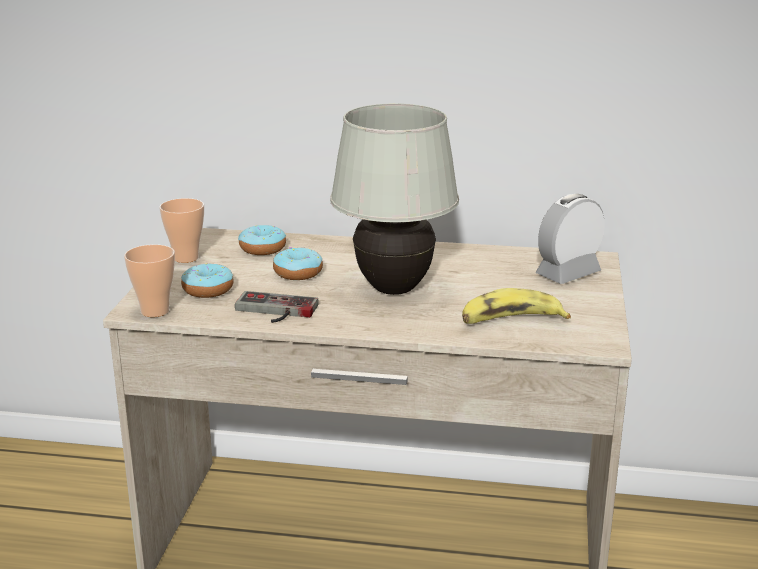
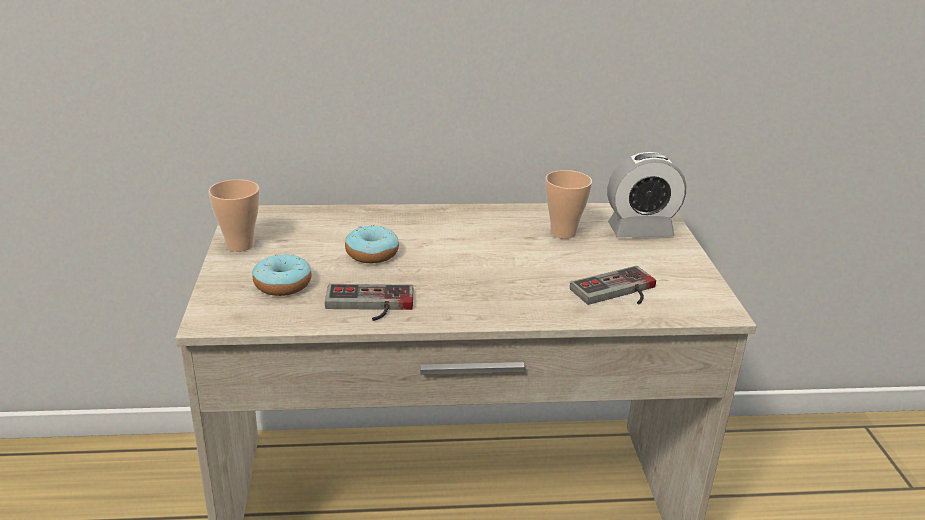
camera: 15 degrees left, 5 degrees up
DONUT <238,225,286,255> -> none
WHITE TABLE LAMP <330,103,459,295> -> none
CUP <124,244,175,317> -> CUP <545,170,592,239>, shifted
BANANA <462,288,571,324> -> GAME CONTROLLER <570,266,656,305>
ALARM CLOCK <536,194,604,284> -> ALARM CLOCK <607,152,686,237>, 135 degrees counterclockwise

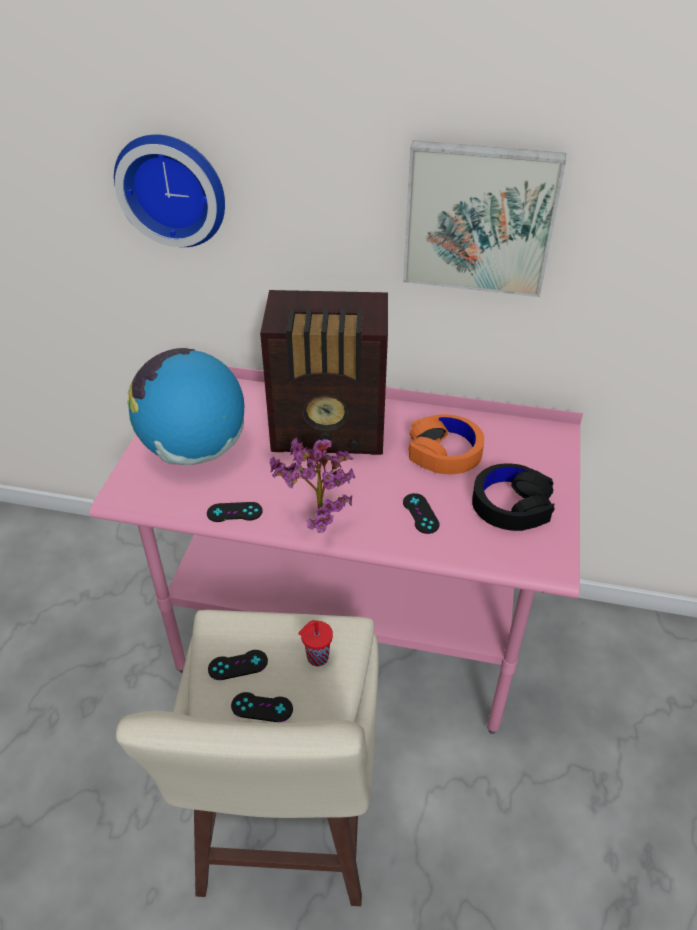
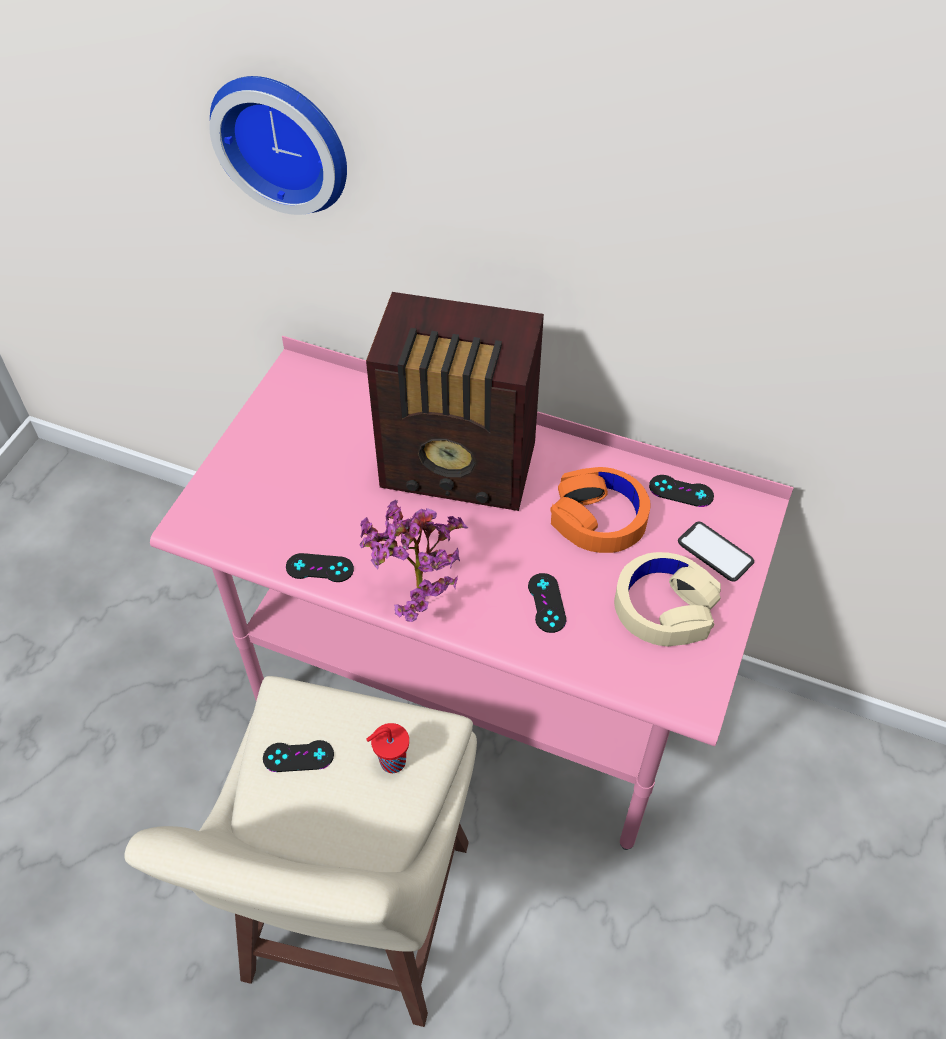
camera: 10 degrees right, 10 degrees up
GLOBE <127,348,244,465> -> none
PICTURE <403,140,566,297> -> none
none -> PHONE <678,522,754,582>
BLACK GAME CONTROLLER <231,692,293,722> -> BLACK GAME CONTROLLER <649,475,714,507>, shifted
BLACK HEADPHONES <472,463,555,531> -> BEIGE HEADPHONES <614,552,721,646>

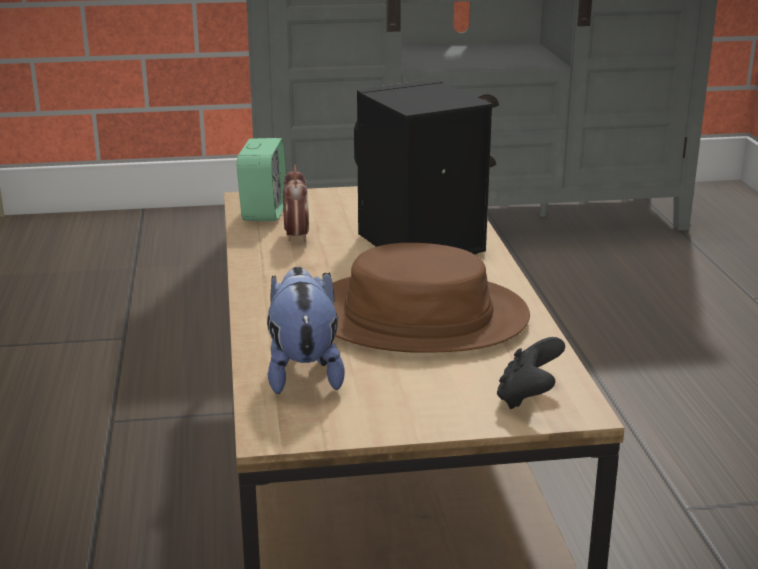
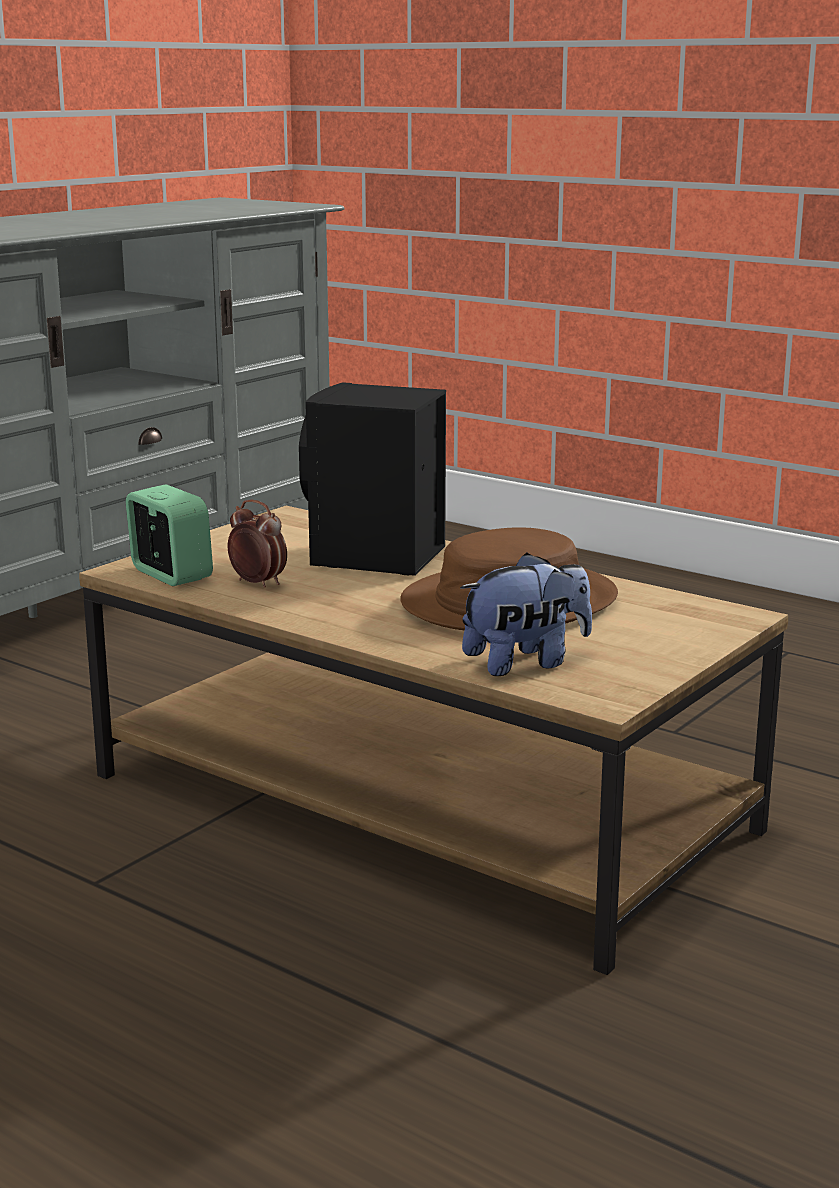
camera: 45 degrees left, 5 degrees down
BLACK GAME CONTROLLER <497,337,565,409> -> none
PLUSH TOY <267,267,345,394> -> PLUSH TOY <460,553,592,676>, 120 degrees clockwise

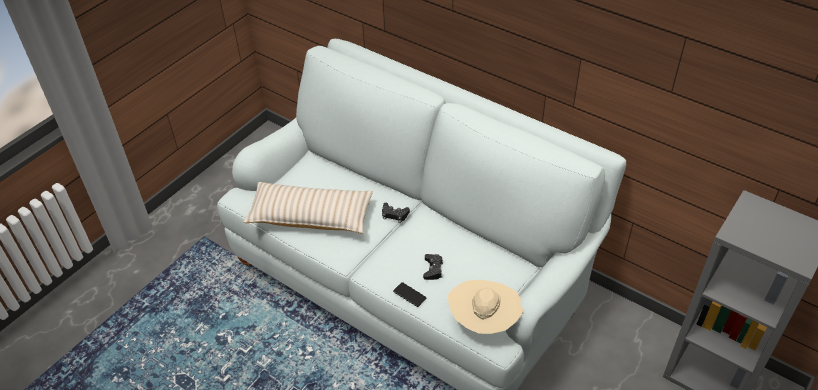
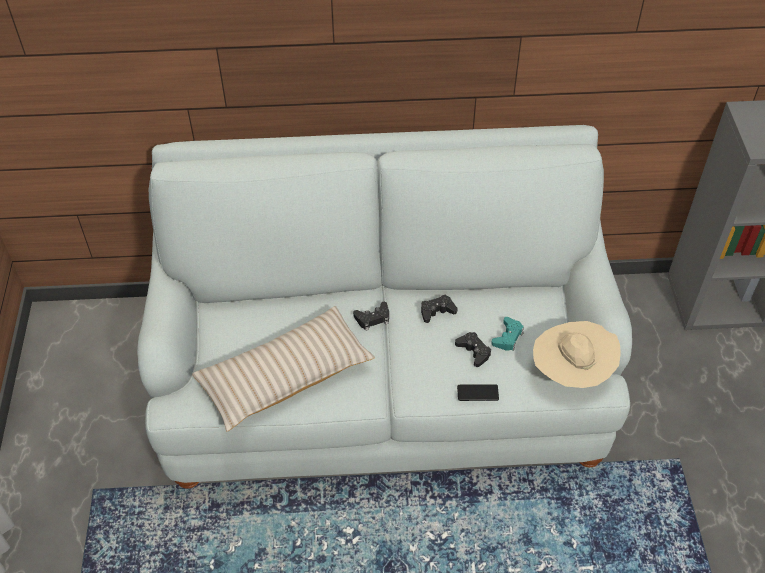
camera: 40 degrees left, 5 degrees up
none -> BLACK GAME CONTROLLER <421,295,457,323>
none -> TURQUOISE GAME CONTROLLER <491,317,524,351>

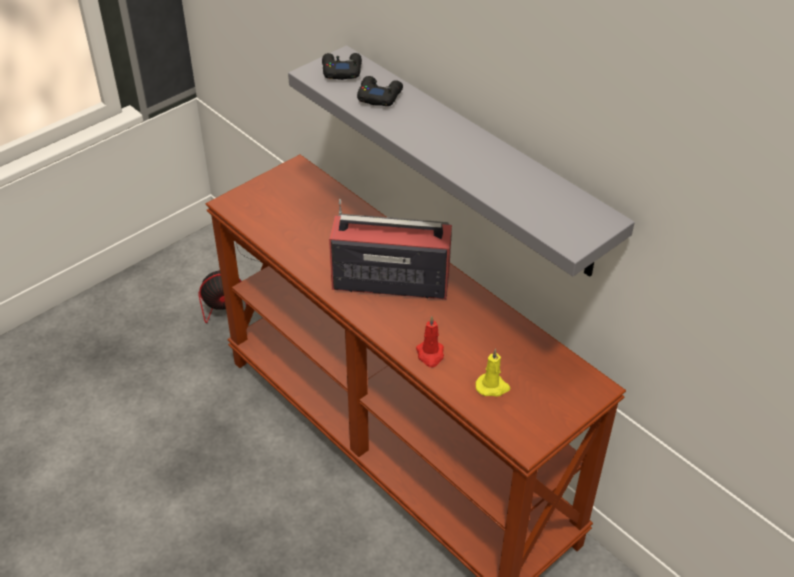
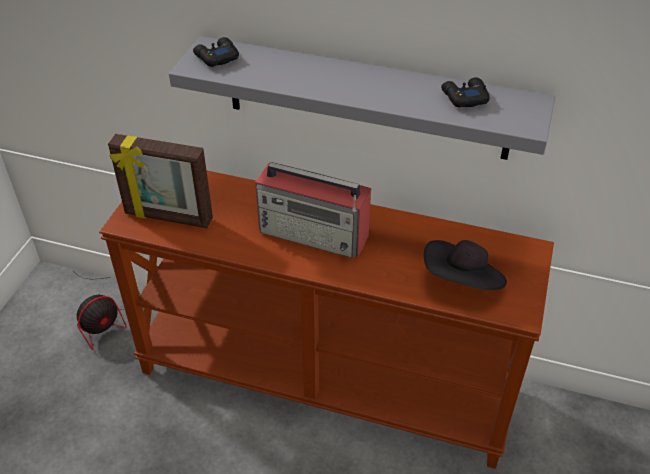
camera: 30 degrees left, 0 degrees up
RED CANDLE <416,316,444,368> -> none
none -> PICTURE FRAME <108,134,213,228>
BLACK GAME CONTROLLER <357,76,403,106> -> BLACK GAME CONTROLLER <441,77,490,107>, shifted
YELLOW CANDLE <476,349,510,397> -> BLACK HAT <424,240,507,290>
RADIO <329,199,452,299> -> RADIO <255,162,371,258>, 135 degrees counterclockwise

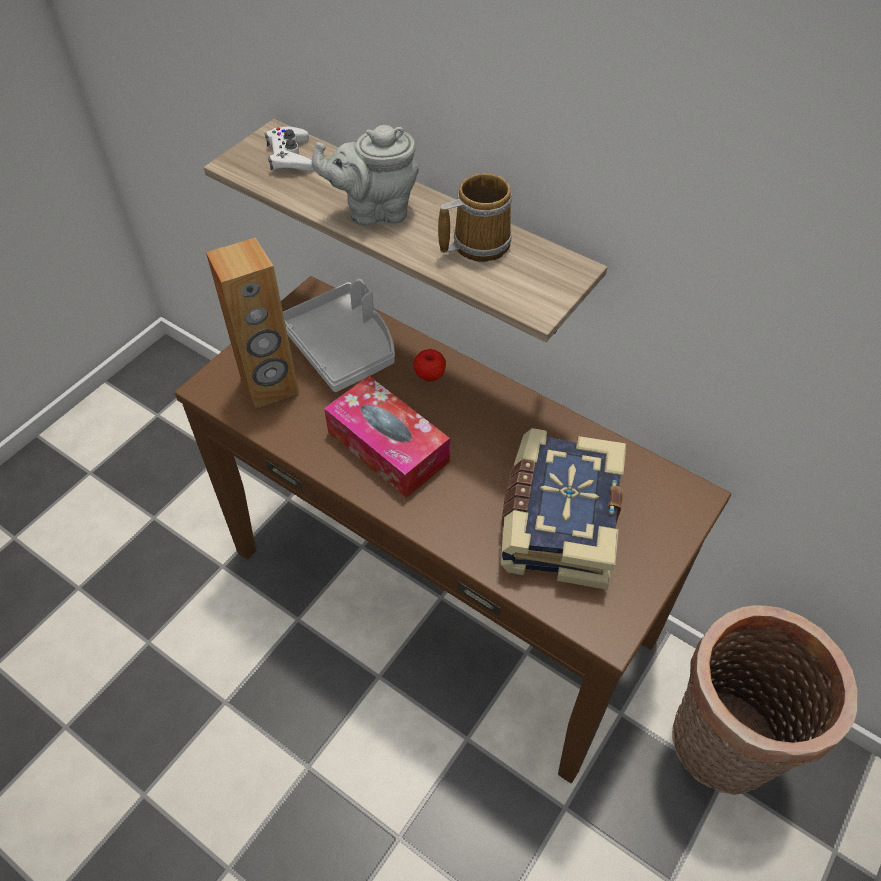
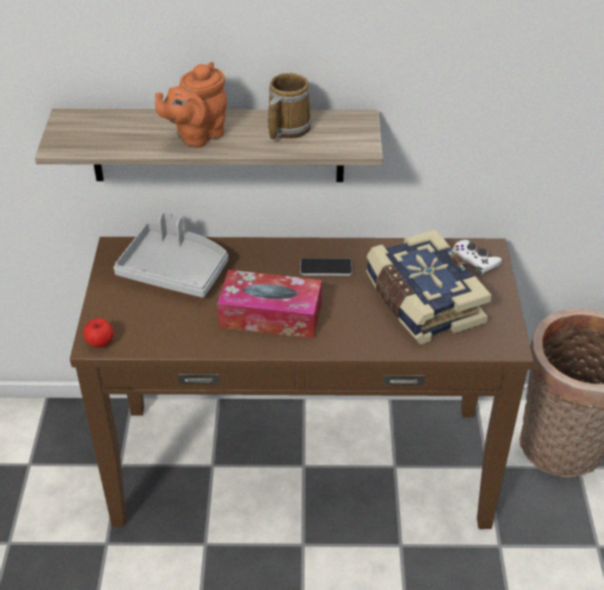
camera: 35 degrees left, 10 degrees down
BROWN SPEAKER <206,237,299,409> -> none
none -> PHONE <300,258,352,276>
WHITE GAME CONTROLLER <265,127,314,171> -> WHITE GAME CONTROLLER <452,240,502,276>, shifted
APPLE <413,349,446,381> -> APPLE <83,318,114,348>, shifted
GREY TEAPOT <312,125,419,226> -> ORANGE TEAPOT <155,62,227,148>

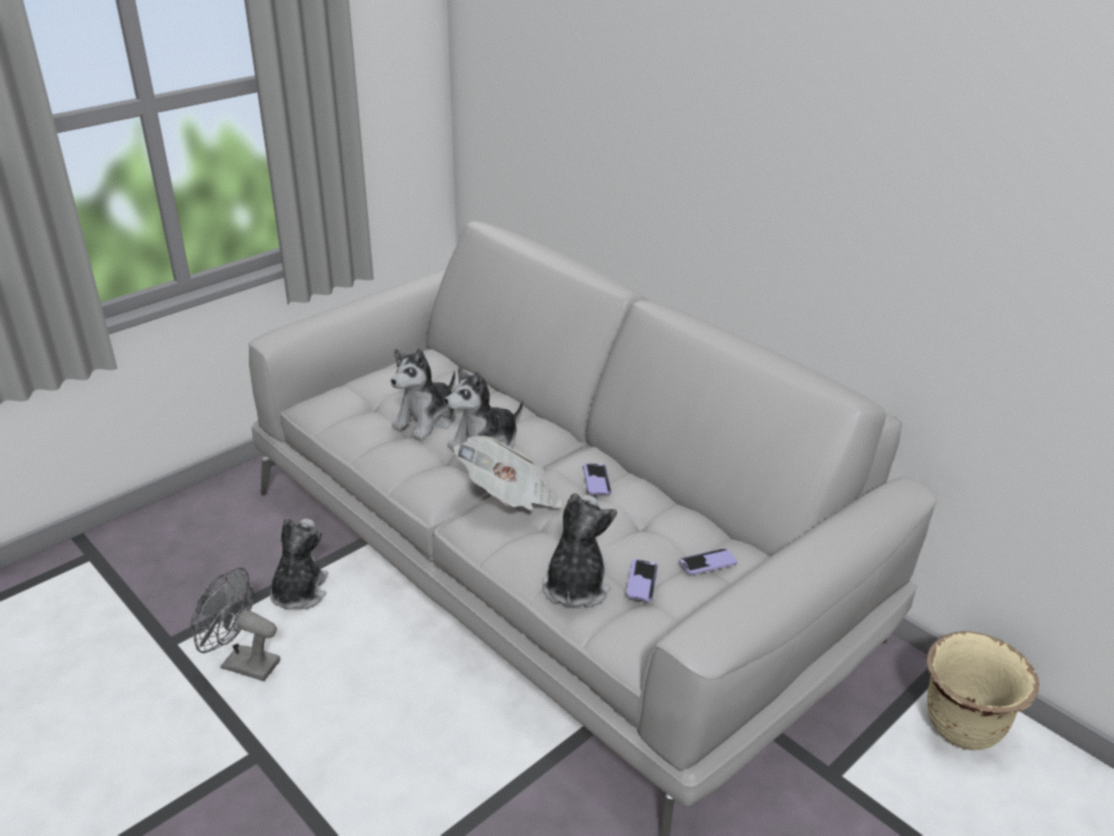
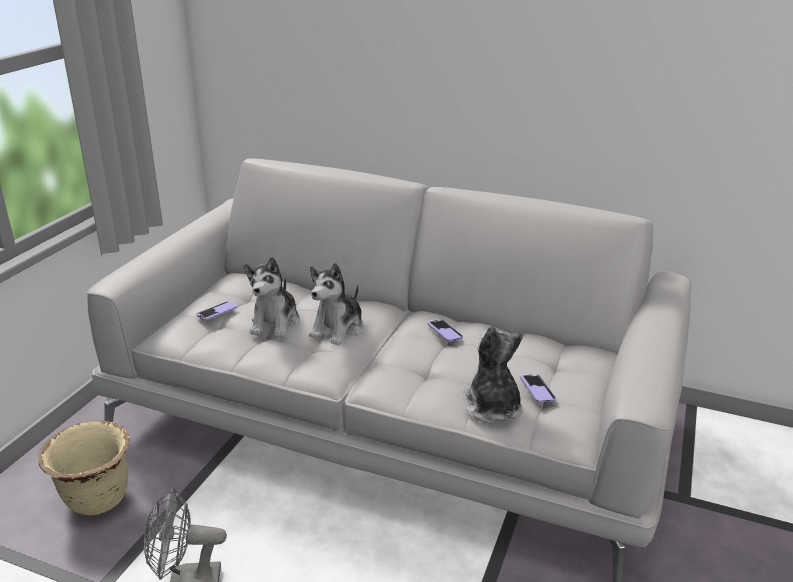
camera: 25 degrees left, 5 degrees down
PLUSH TOY <270,518,328,609> -> none
NEWSPAPER <454,436,563,510> -> none
PHONE <680,548,737,575> -> PHONE <197,301,237,320>, shifted
BEIGE PLANTER <927,632,1039,750> -> BEIGE PLANTER <38,420,130,516>, shifted

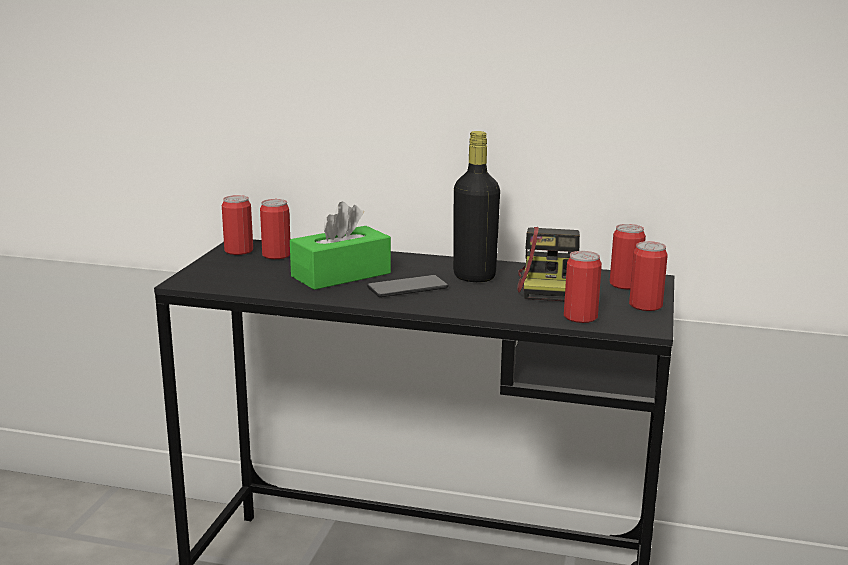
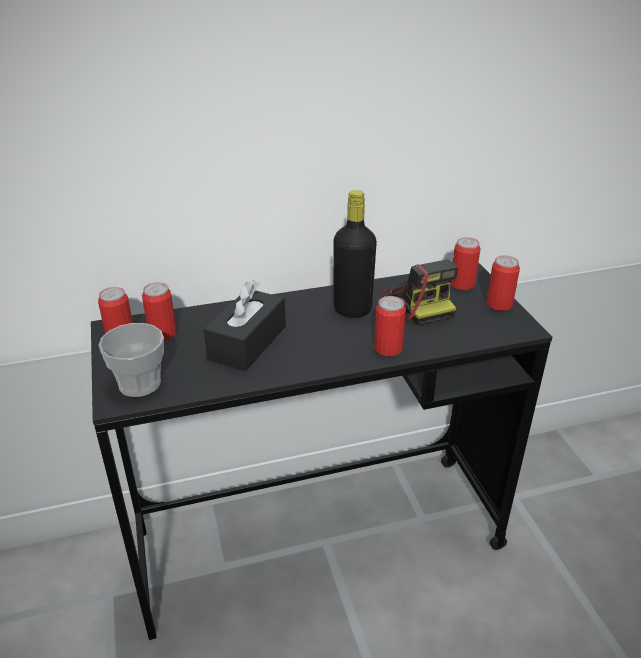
camera: 30 degrees left, 15 degrees up
PHONE <367,275,448,297> -> none
none -> CUP <99,323,164,397>
CAN <564,251,602,323> -> CAN <374,296,406,357>, shifted
GREEN TISSUE BOX <290,201,391,290> -> BLACK TISSUE BOX <204,280,286,371>

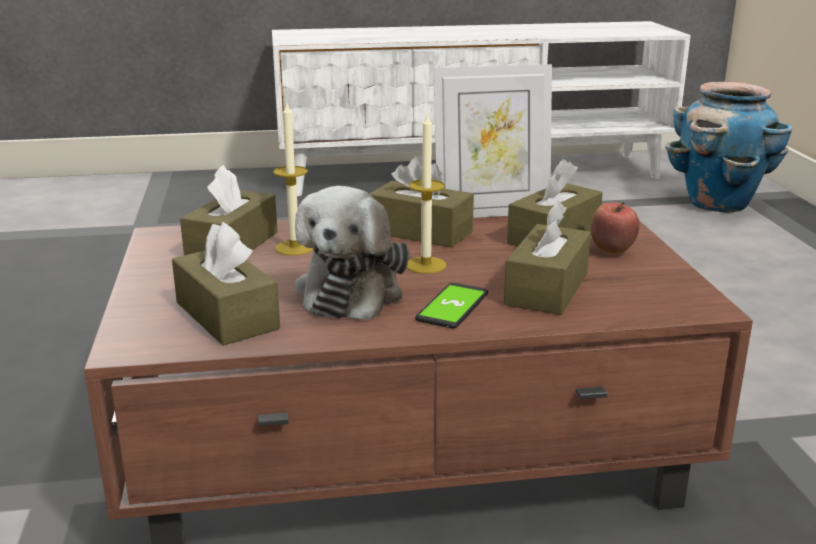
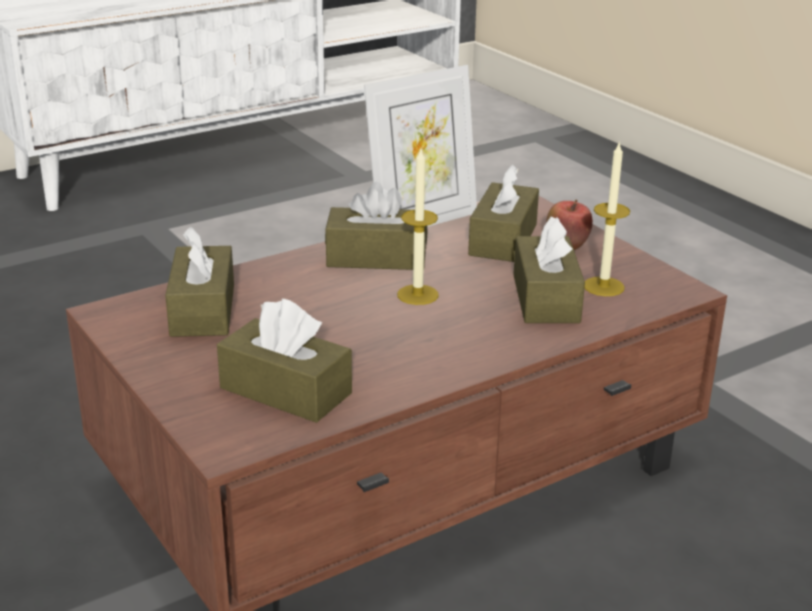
camera: 25 degrees left, 5 degrees up
PLUSH TOY <295,186,409,320> -> none
PHONE <415,283,488,329> -> none
PLANTER <665,82,793,212> -> none
CANDLE <273,103,314,256> -> CANDLE <585,141,630,296>, shifted

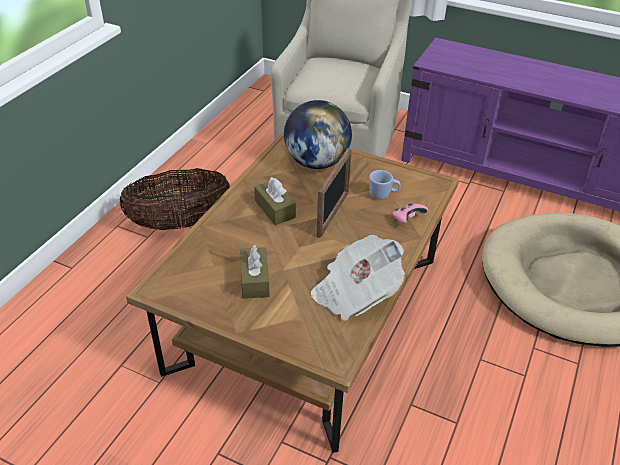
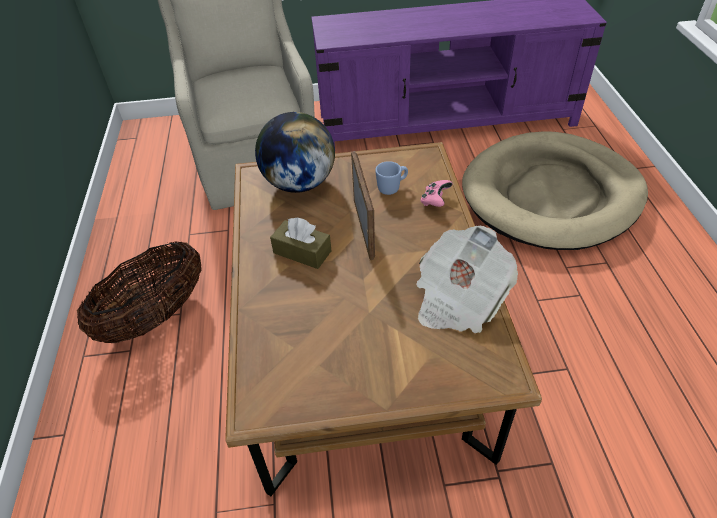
camera: 30 degrees left, 5 degrees up
BROWN TISSUE BOX <240,245,270,299> -> none

